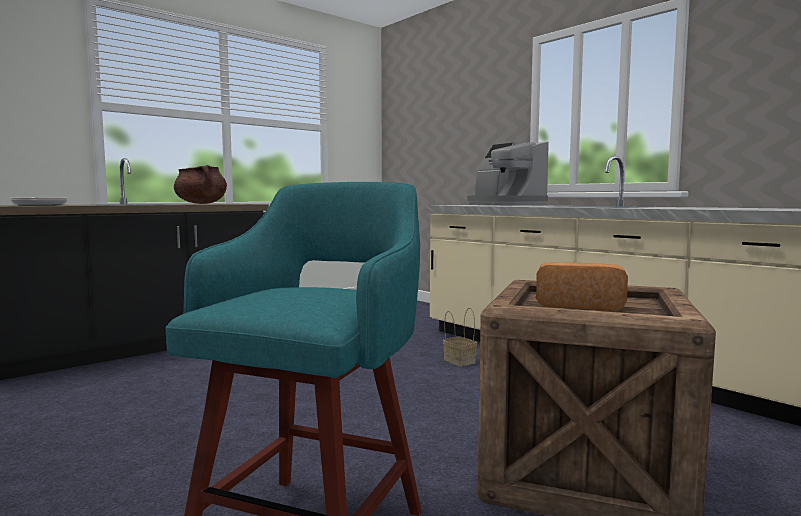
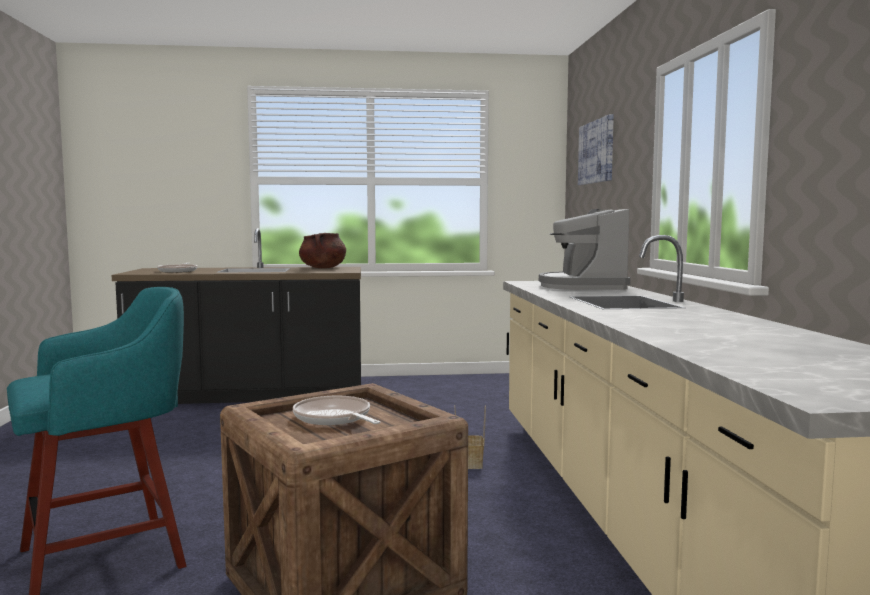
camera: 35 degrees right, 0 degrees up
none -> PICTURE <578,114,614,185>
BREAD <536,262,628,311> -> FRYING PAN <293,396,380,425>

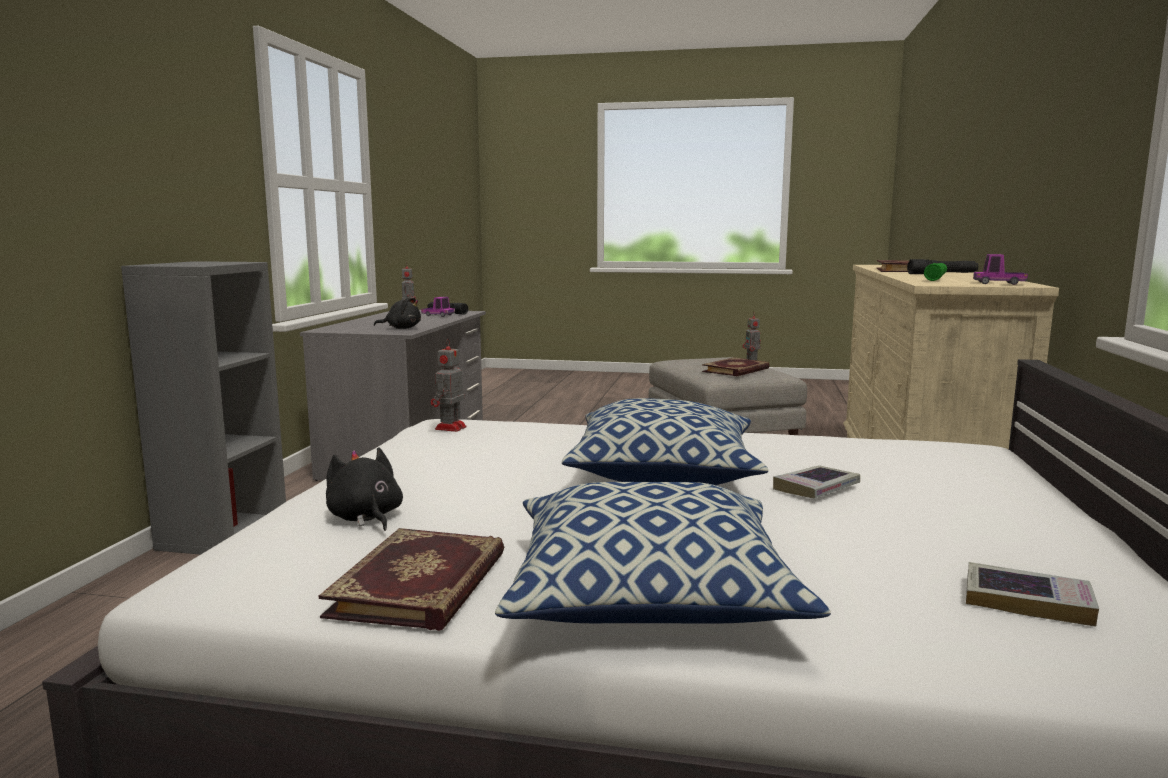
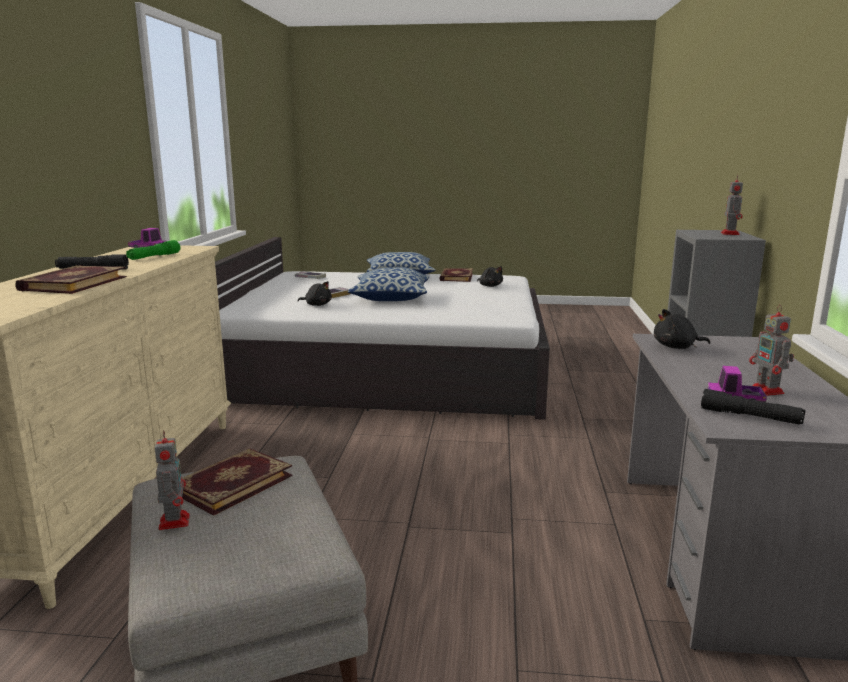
camera: 175 degrees right, 5 degrees up
none -> BLACK PLUSH TOY <298,281,332,306>
TOY ROBOT <431,338,467,432> -> TOY ROBOT <721,175,743,235>, shifted

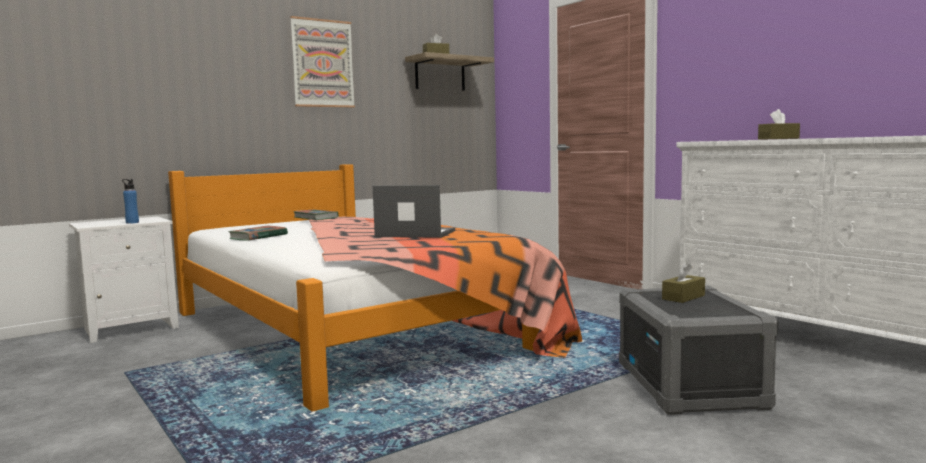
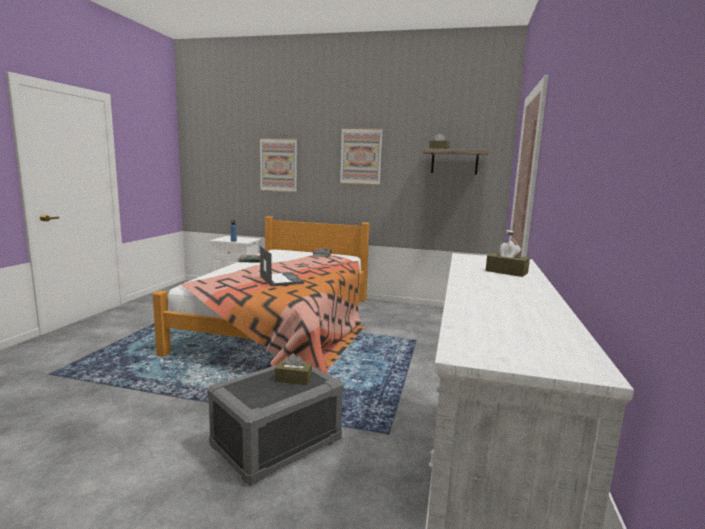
camera: 50 degrees right, 5 degrees up
none -> PICTURE <260,138,297,193>

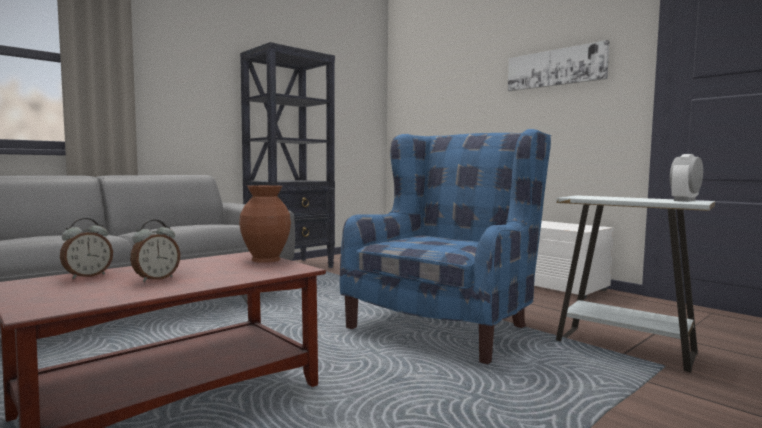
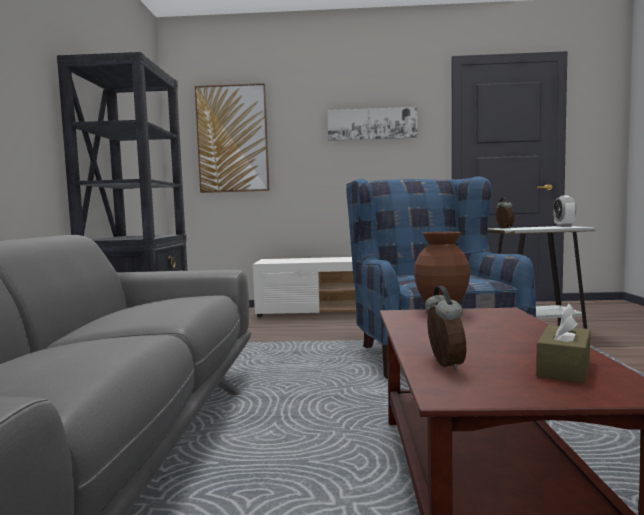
camera: 45 degrees left, 0 degrees up
none -> PICTURE <195,83,270,193>
none -> BROWN TISSUE BOX <536,304,591,383>
ALARM CLOCK <130,220,180,282> -> ALARM CLOCK <496,198,514,228>, shifted

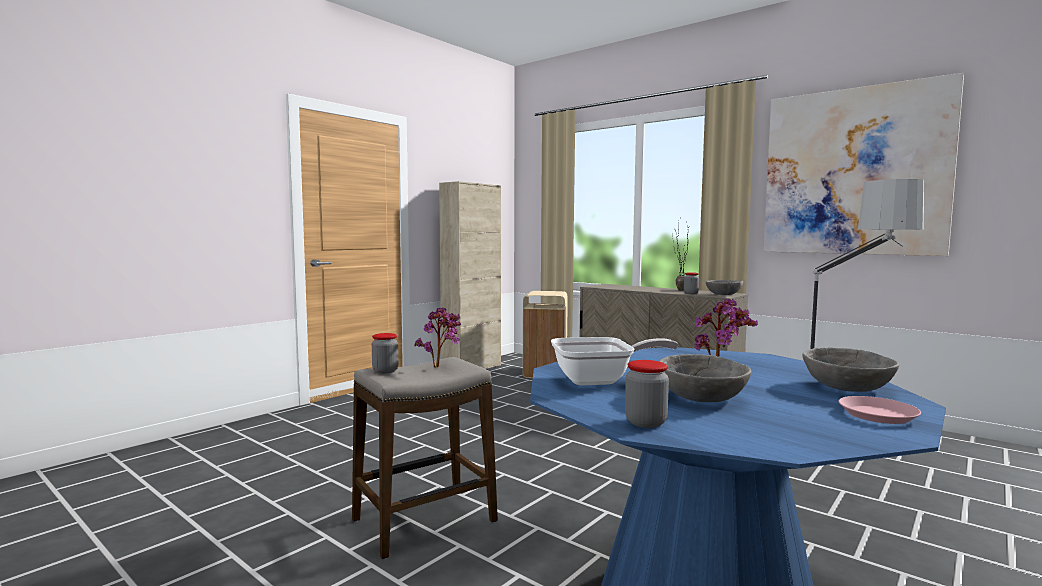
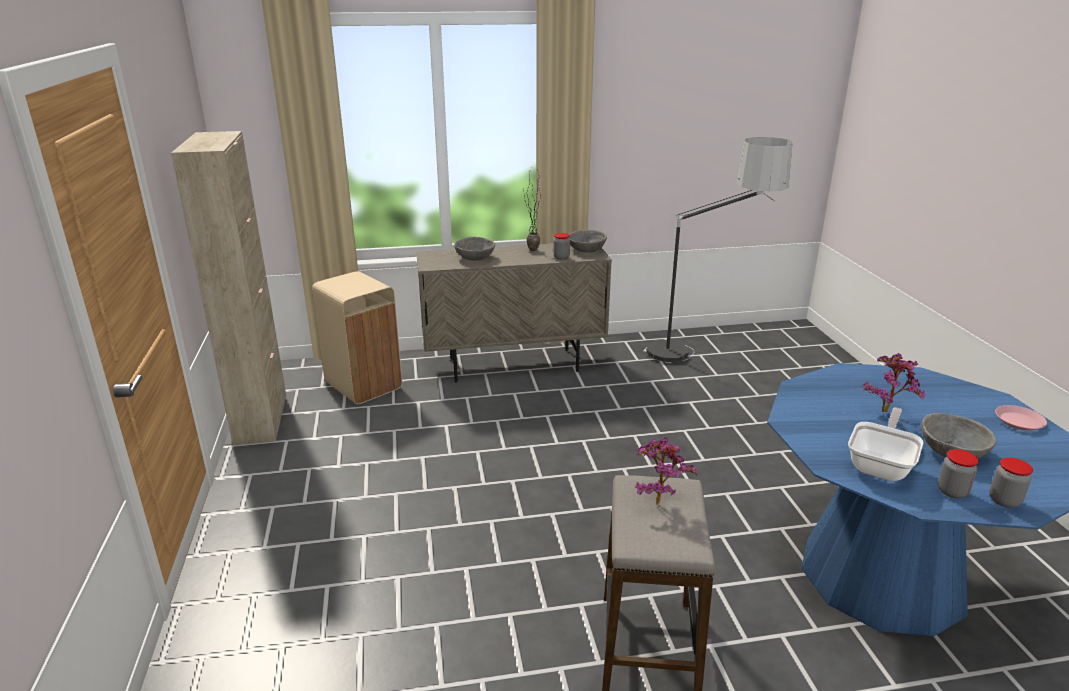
camera: 50 degrees left, 20 degrees up
PICTURE <764,73,964,256> -> none
JAR <372,333,398,374> -> JAR <938,449,979,499>, shifted
GREY BOWL <803,347,899,392> -> GREY BOWL <454,237,495,261>, shifted

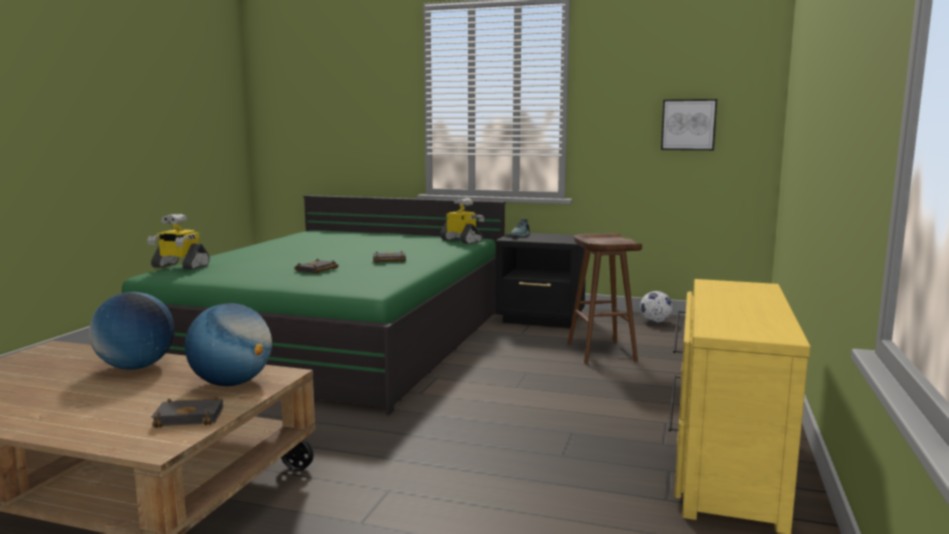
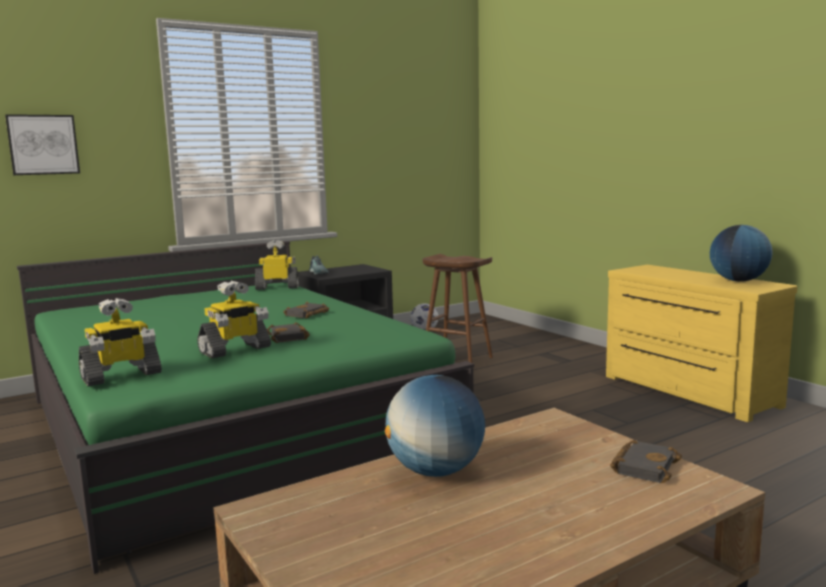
camera: 50 degrees left, 0 degrees up
none -> TOY ROBOT <197,281,271,358>
GLOBE <185,303,272,386> -> GLOBE <710,225,772,282>, shifted
PICTURE <661,99,717,150> -> PICTURE <5,114,80,175>, shifted

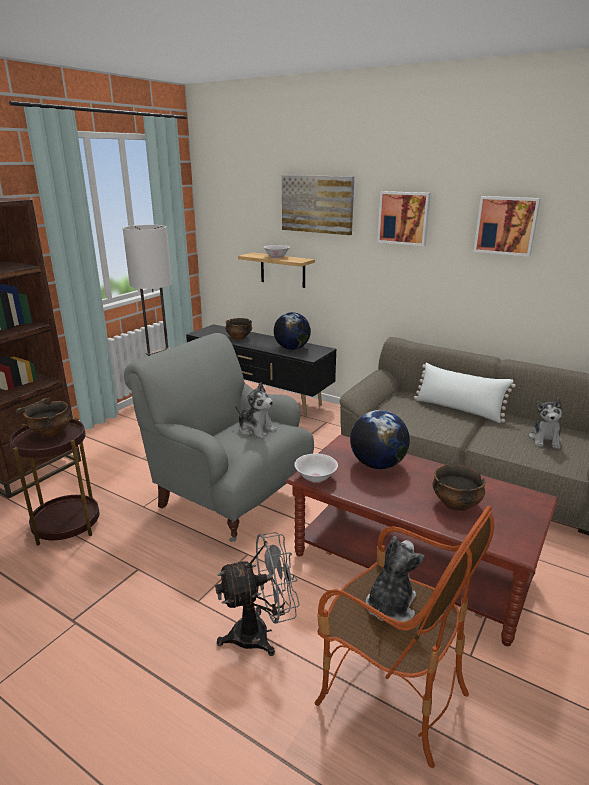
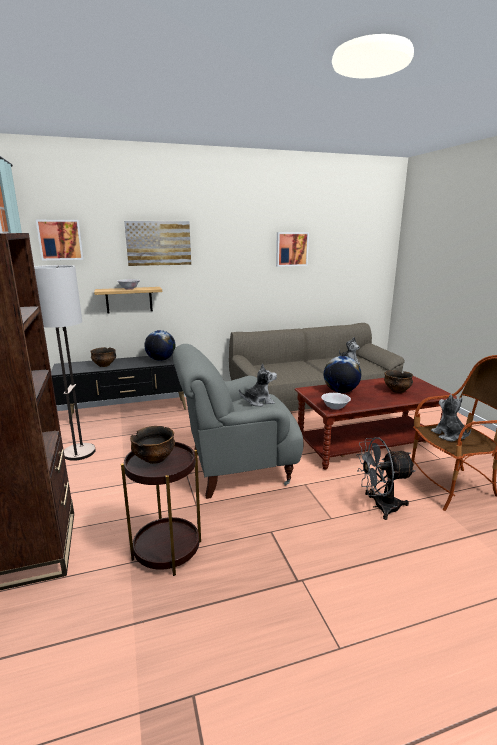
camera: 50 degrees left, 5 degrees down
WHITE PILLOW <414,362,516,423> -> none
PICTURE <377,191,431,246> -> PICTURE <36,220,84,260>, shifted
GREY FAN <215,532,300,656> -> GREY FAN <356,437,415,520>, 120 degrees counterclockwise

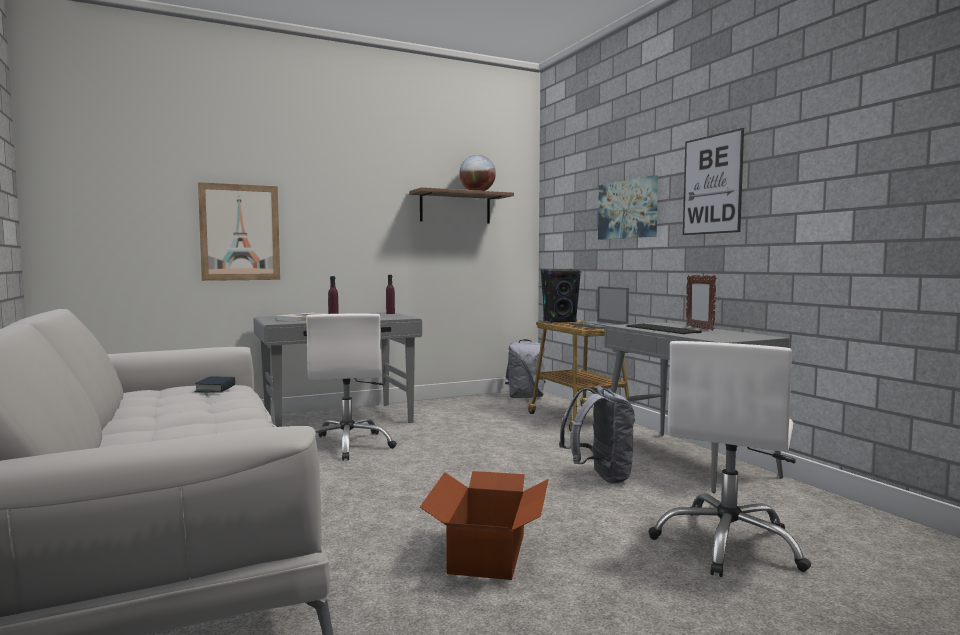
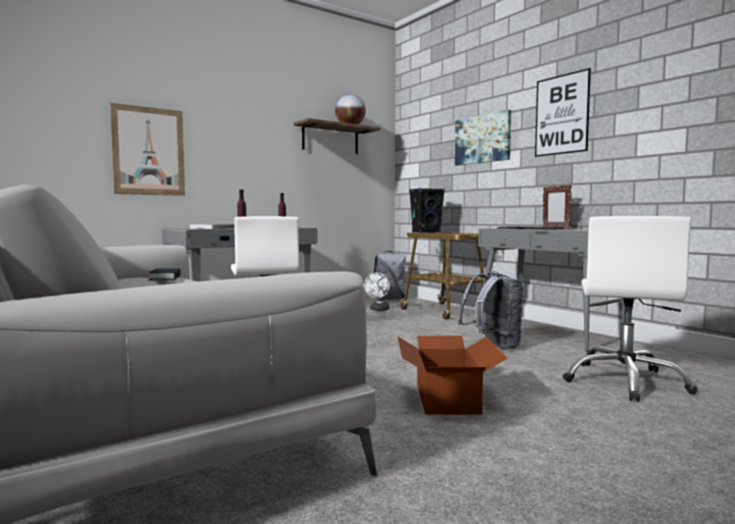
camera: 10 degrees left, 0 degrees up
LAPTOP <569,286,629,329> -> none
none -> WHITE FAN <364,272,390,311>

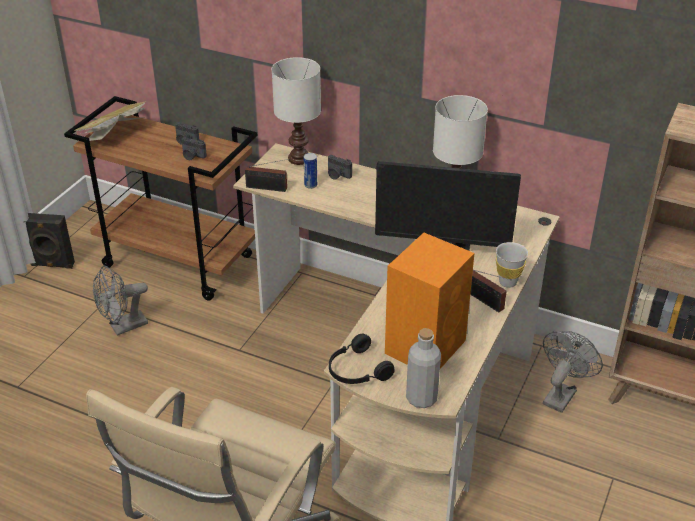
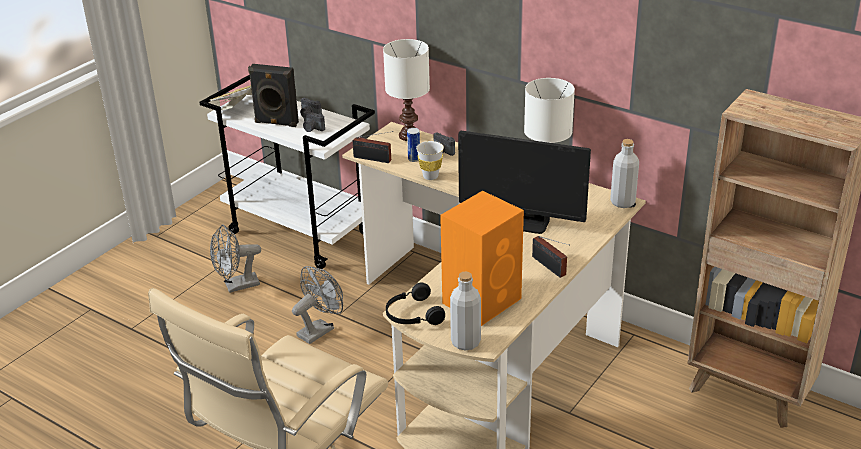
camera: 10 degrees right, 5 degrees down
none -> GREY BOTTLE <610,139,639,208>
BLACK SPEAKER <24,213,75,269> -> BLACK SPEAKER <248,64,299,127>, shifted
WHITE CUP <496,242,528,288> -> WHITE CUP <416,141,444,180>, shifted
GREY FAN <543,331,603,413> -> GREY FAN <292,266,343,344>, shifted
BROWN CART <64,96,257,301> -> WHITE CART <199,75,375,269>

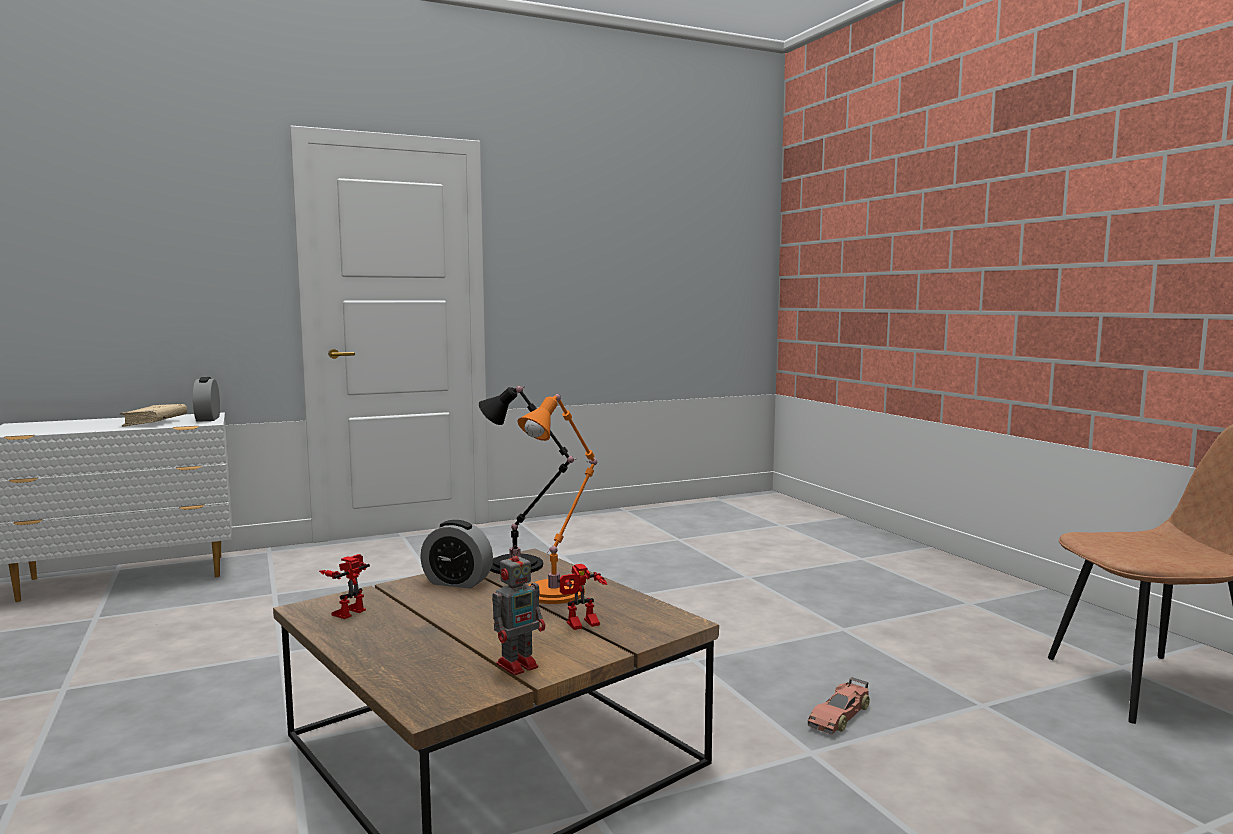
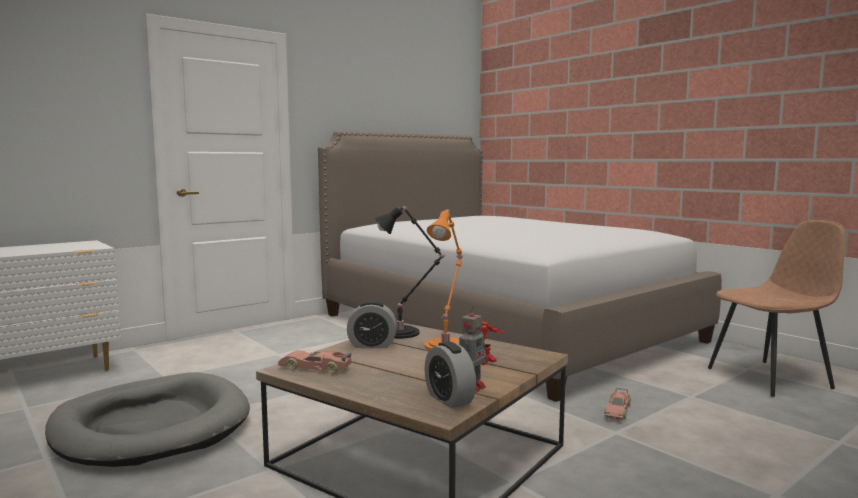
camera: 15 degrees left, 0 degrees up
BEIGE BOOK <120,404,187,427> -> none
none -> GREY DOG BED <45,372,250,467>
none -> BED <318,131,722,402>
ALARM CLOCK <193,377,220,422> -> ALARM CLOCK <425,341,476,408>, shifted
TOY ROBOT <319,554,370,619> -> TOY CAR <278,350,352,374>

